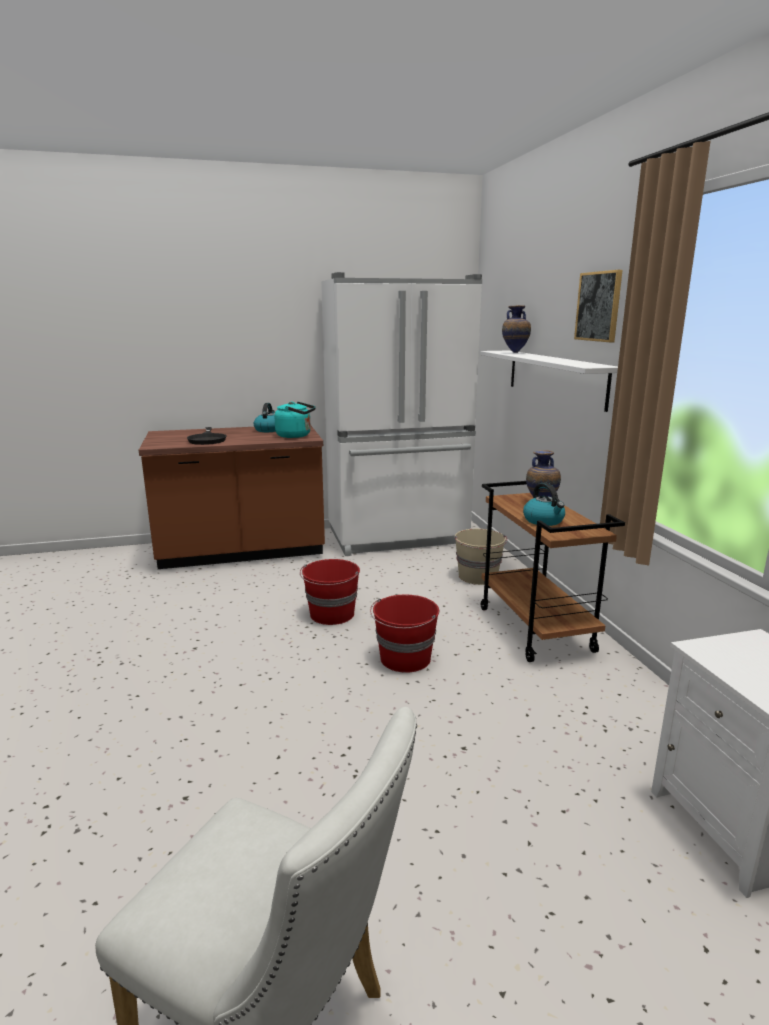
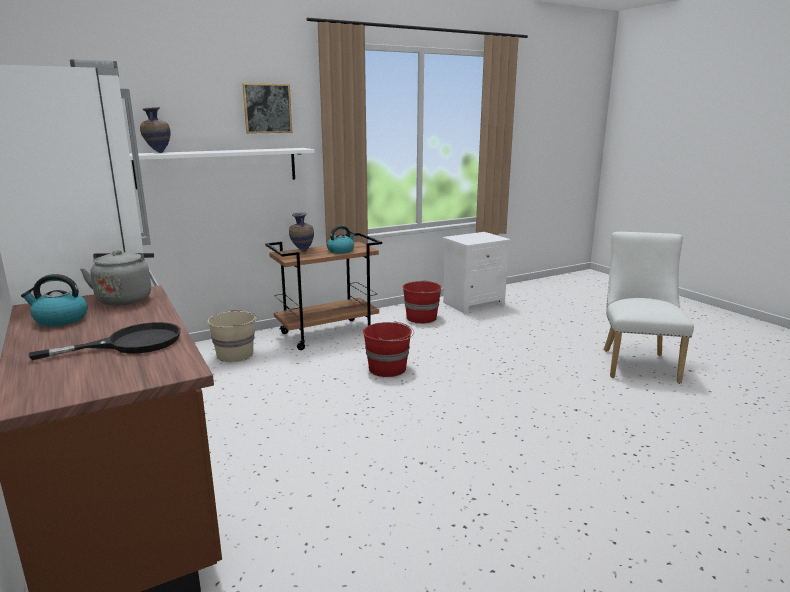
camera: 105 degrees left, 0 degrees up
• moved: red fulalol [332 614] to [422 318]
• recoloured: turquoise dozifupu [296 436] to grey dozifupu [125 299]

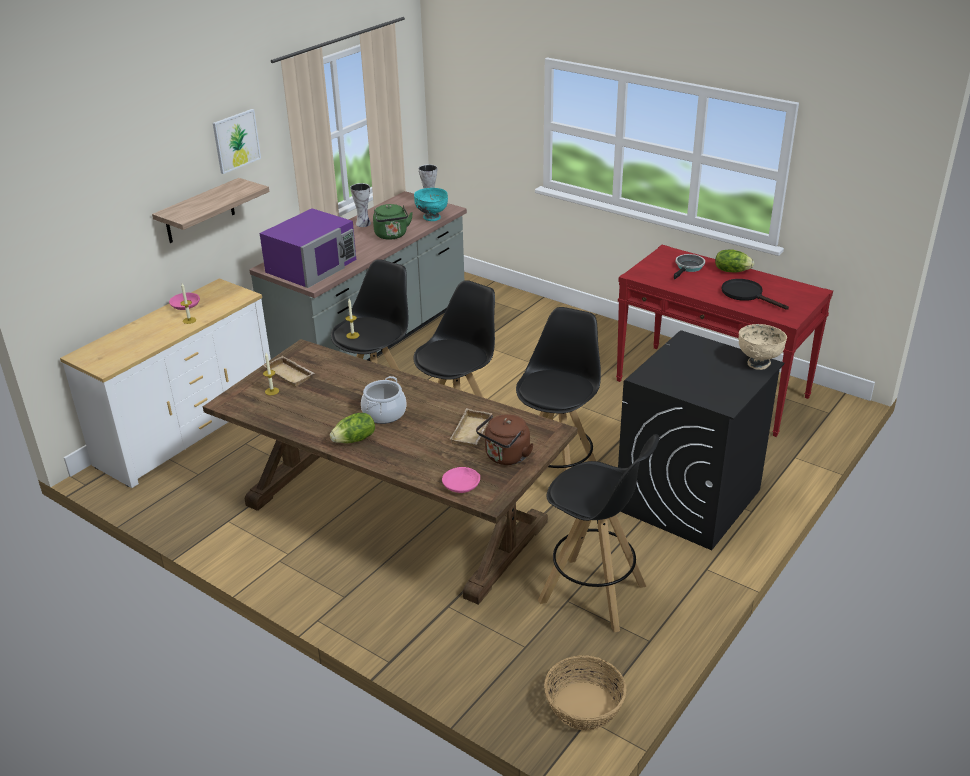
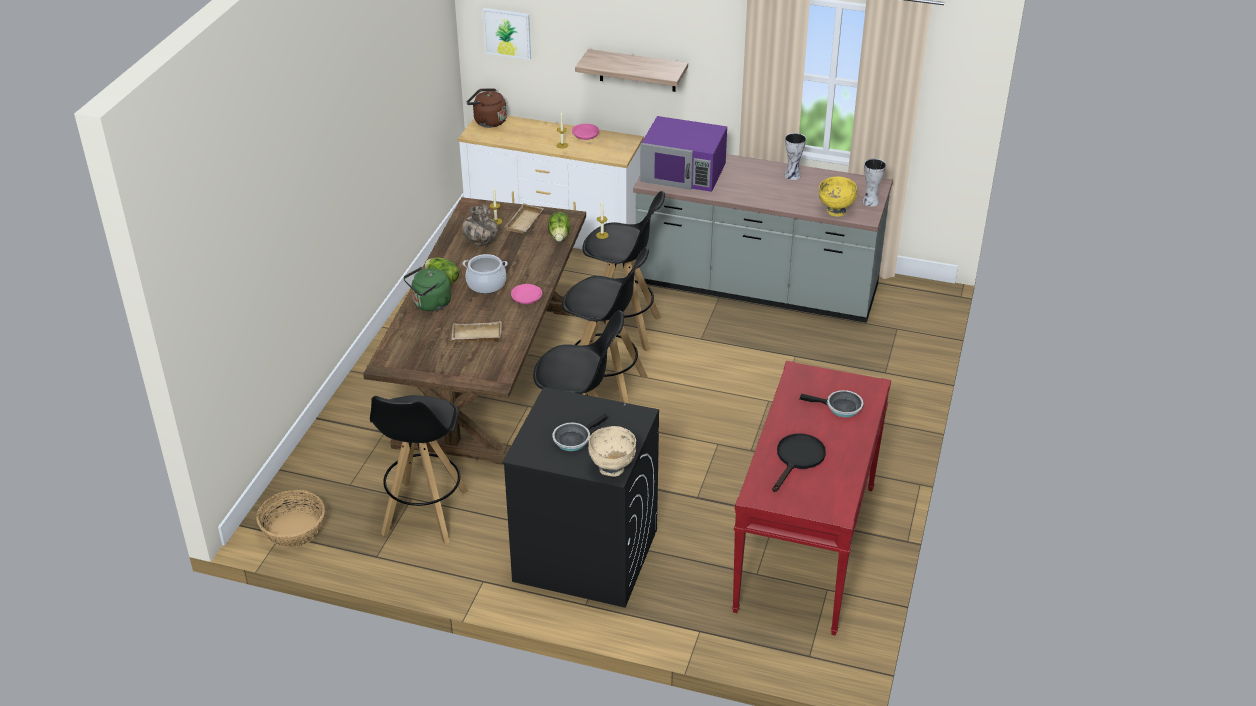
camera: 70 degrees right, 5 degrees up
• added: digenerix [480 242]
• added: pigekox [574 439]
• moved: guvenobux [236 141] to [507 33]
• moved: green dozifupu [391 235] to [430 304]
• moved: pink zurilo [462 485] to [527 299]
• moved: brown dozifupu [505 457] to [488 121]
• moved: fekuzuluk [731 270] to [560 236]
• recoloured: turquoise zurilo [432 218] to yellow zurilo [835 211]

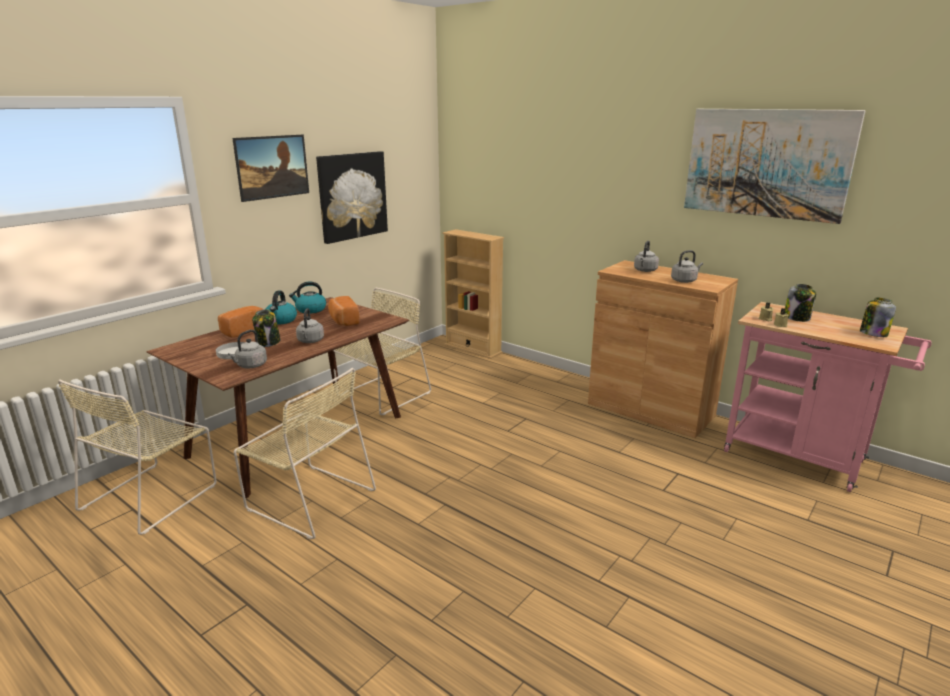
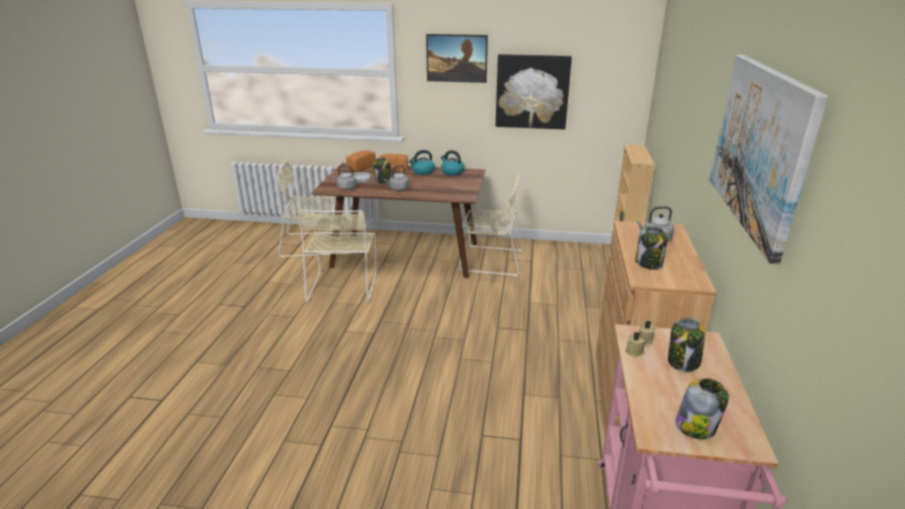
camera: 60 degrees right, 5 degrees up
• moved: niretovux [343 321] to [360 167]
• replaced: grey dozifupu [684 280] to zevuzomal [649 263]

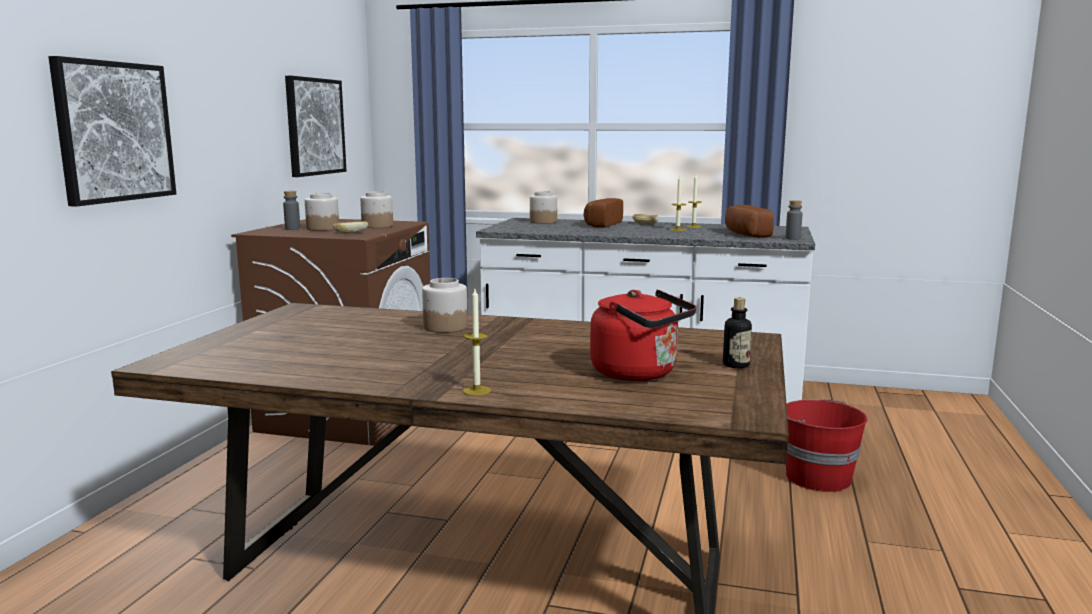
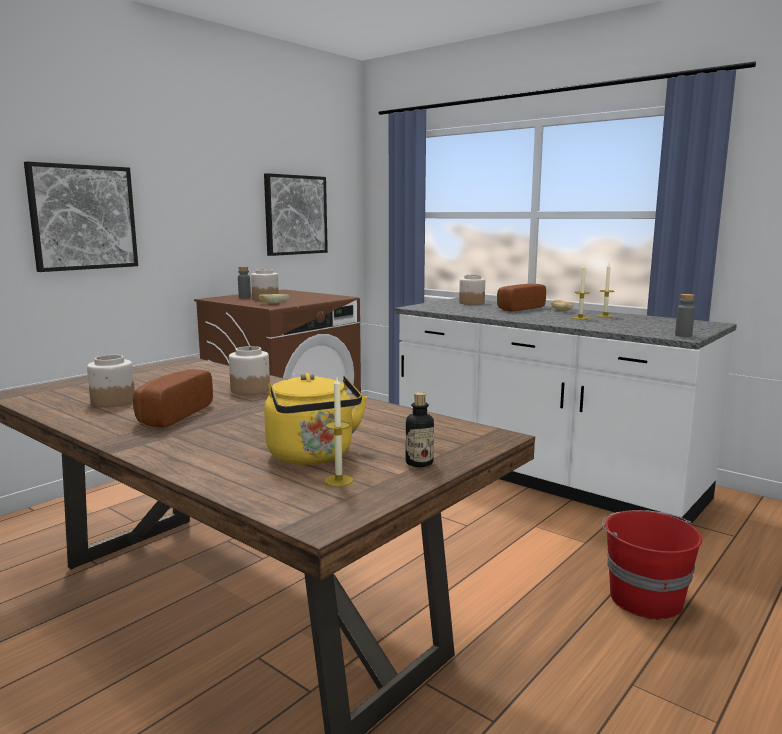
camera: 25 degrees right, 0 degrees up
• moved: zevuzomal [377 226] to [112 401]
• moved: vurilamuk [476 390] to [338 480]
• moved: niretovux [744 234] to [170 415]
• recoloured: red dozifupu [639 373] to yellow dozifupu [313 457]

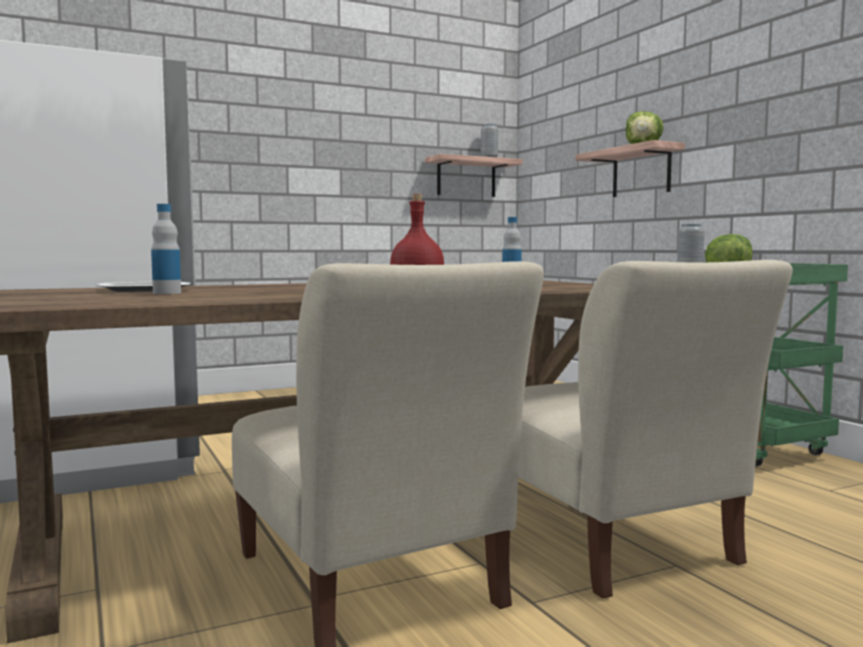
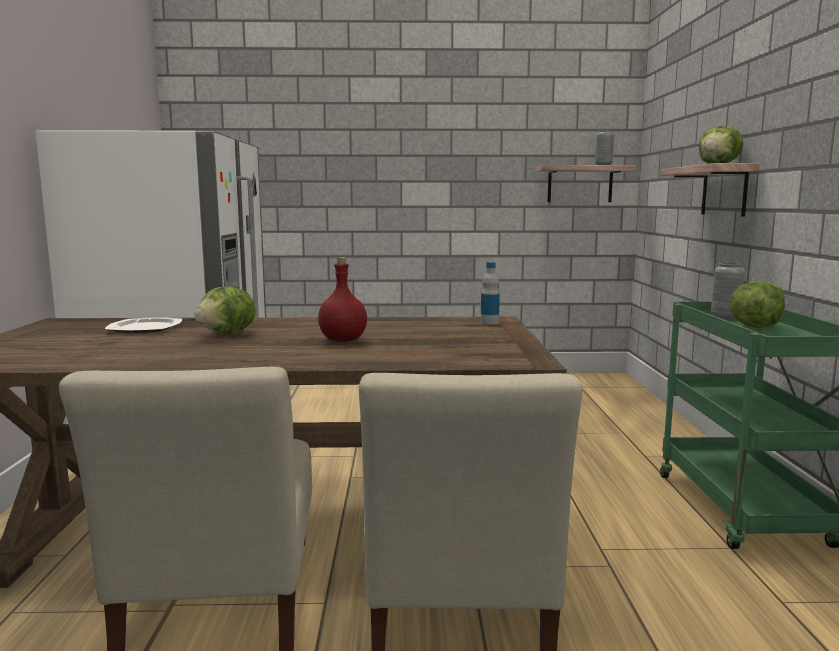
camera: 25 degrees right, 5 degrees up
• removed: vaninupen [167 293]
• added: fekuzuluk [228 334]

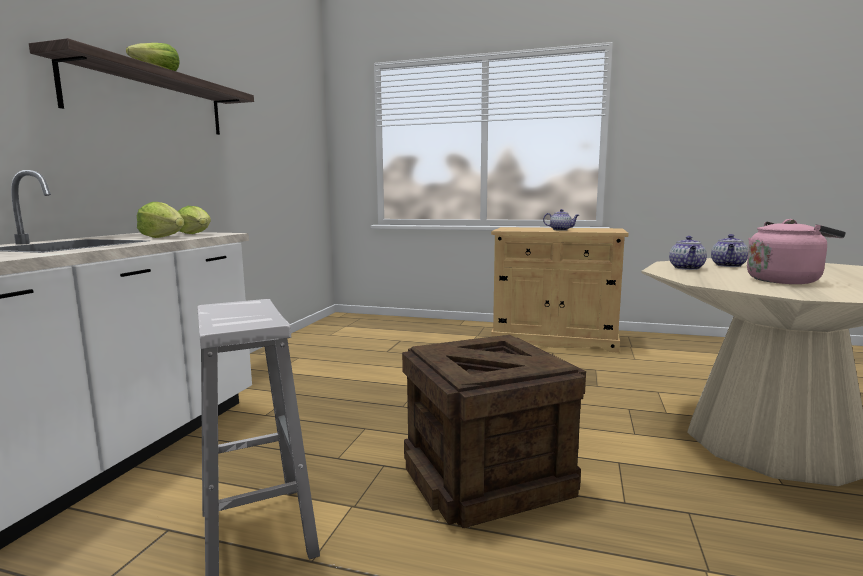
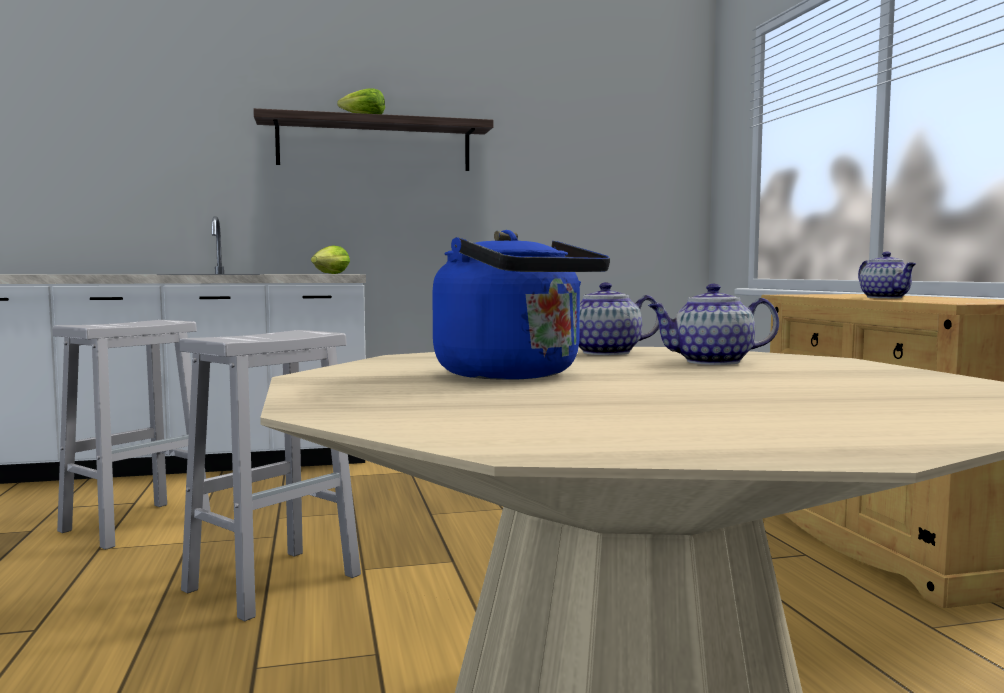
camera: 60 degrees right, 5 degrees down
• removed: fekuzuluk [163 237]
• replaced: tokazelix [484 477] to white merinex [275 581]
• recoloured: pink dozifupu [785 280] to blue dozifupu [515 375]

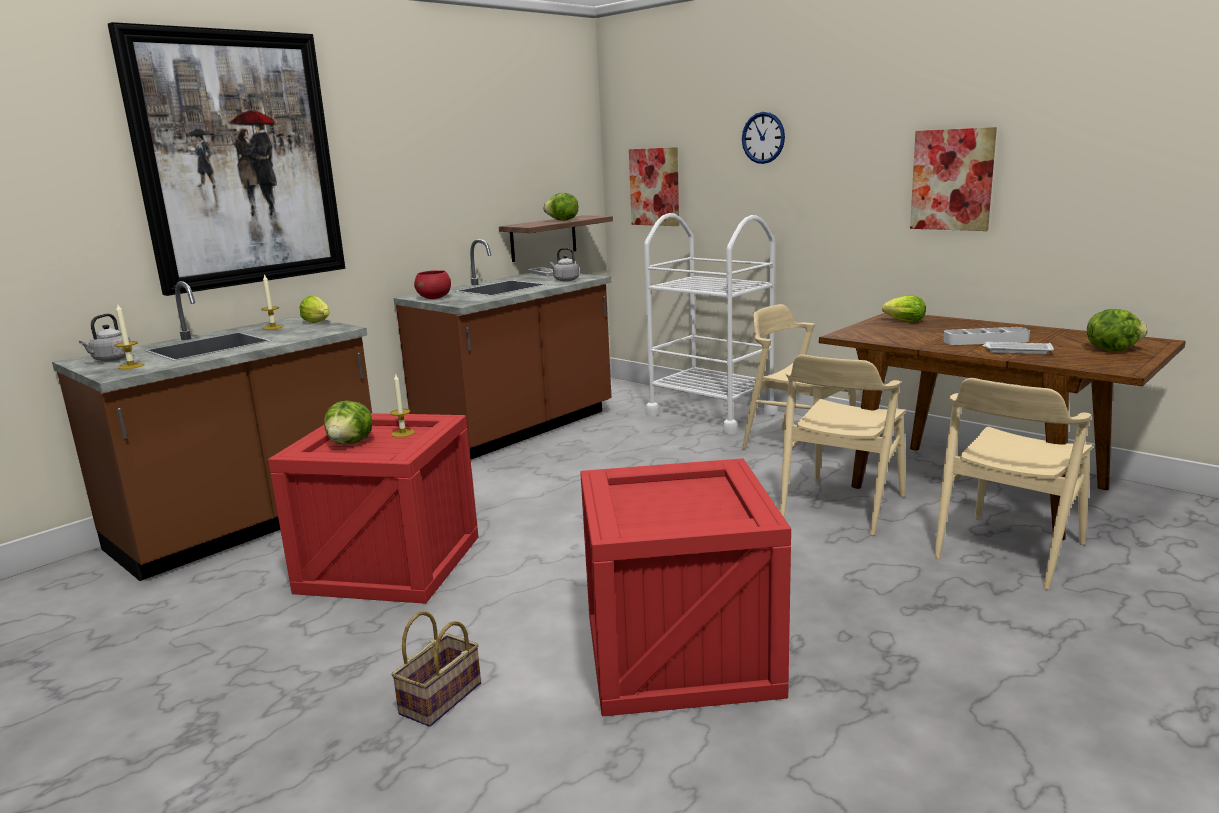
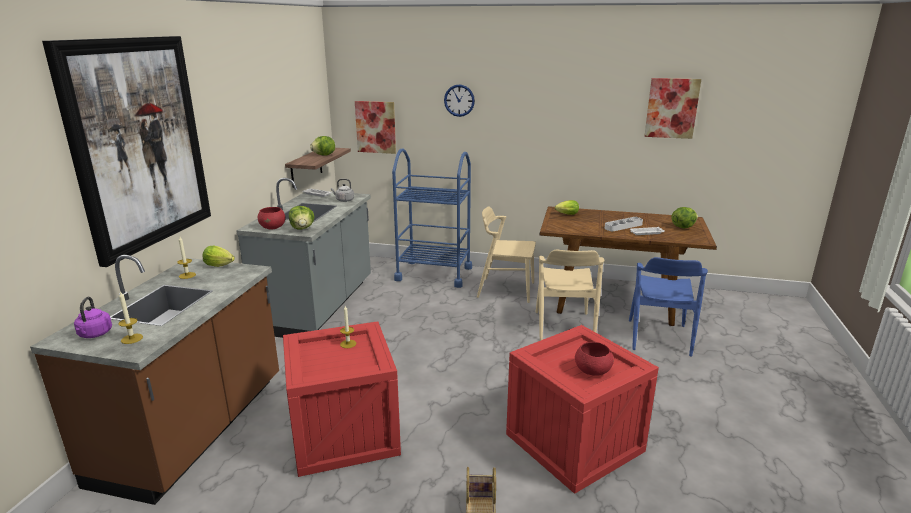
camera: 30 degrees left, 5 degrees up
• added: red zurilo [592 371]
• moved: fekuzuluk [351 443] to [302 228]
• moved: guvenobux [952 180] to [671 108]
• recoloured: grey dozifupu [111 359] to purple dozifupu [94 334]
• recoloured: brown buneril [518 429] to grey buneril [319 306]
• recoloured: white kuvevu [711 414] to blue kuvevu [434 274]
• recoloured: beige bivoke [1008 551] to blue bivoke [658 337]

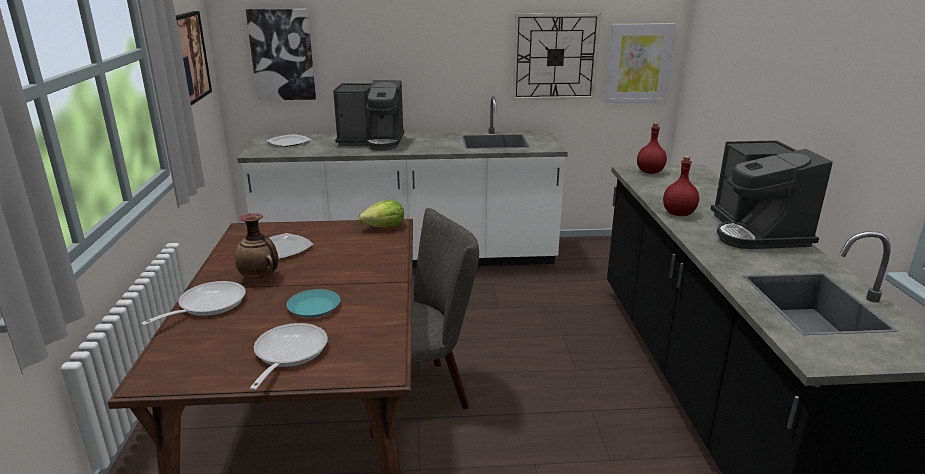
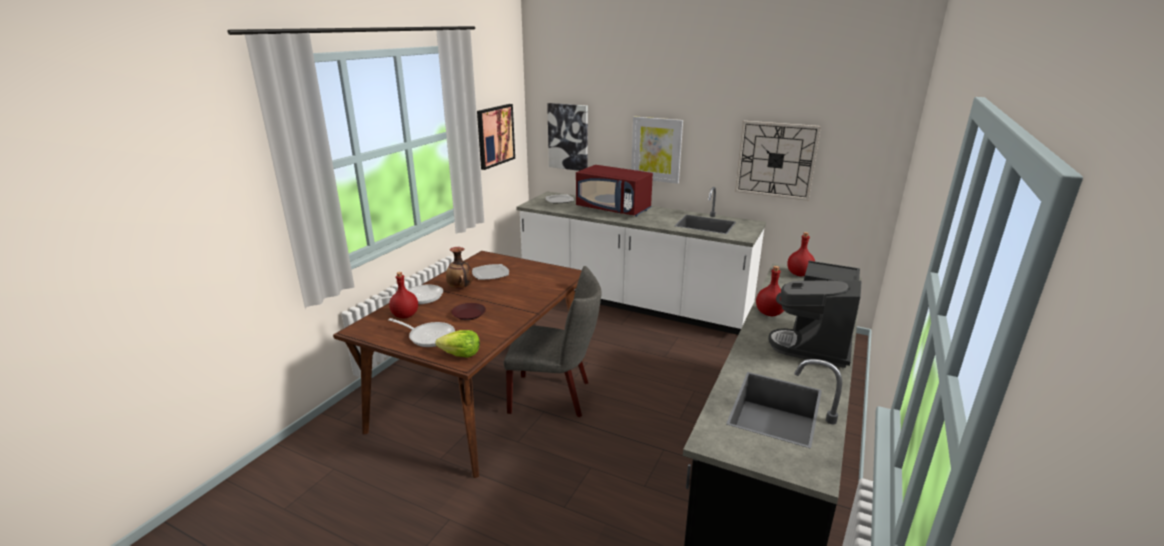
camera: 30 degrees right, 0 degrees up
• added: red vaninupen [405 316]
• moved: fekuzuluk [384 227] to [461 354]
• moved: guvenobux [638 63] to [656 149]
• replaced: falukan [372 142] to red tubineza [614 209]
• recoloured: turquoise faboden [314 308] to brown faboden [468 314]
• turned: pigekox [288 354] = [429 336] 75 degrees clockwise

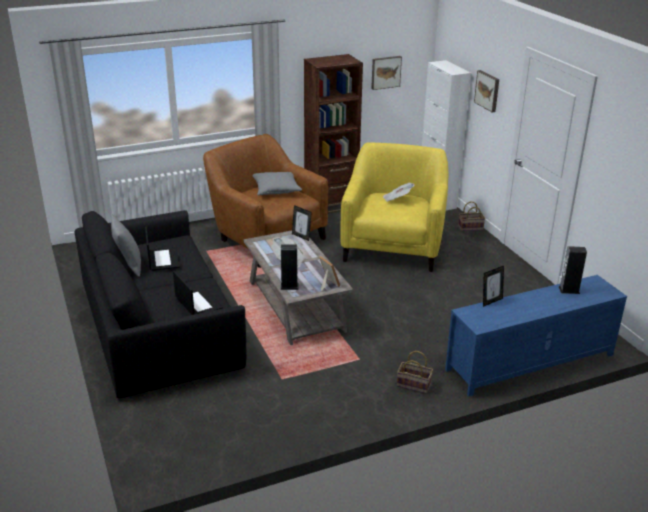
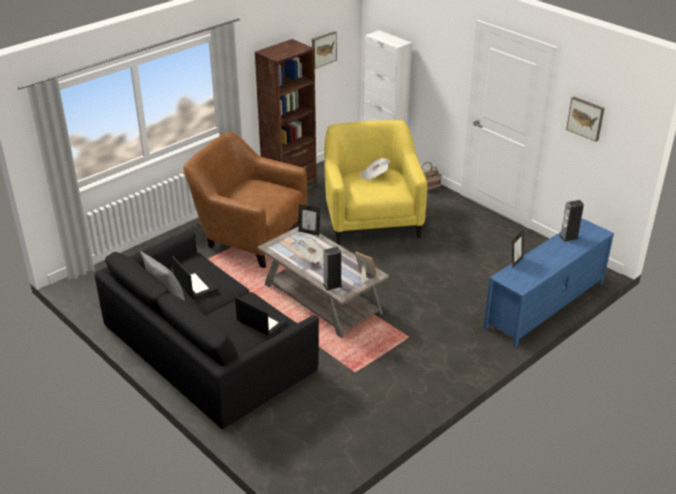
camera: 20 degrees left, 5 degrees up
• removed: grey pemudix [276 190]
• removed: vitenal [414 385]
• moved: guvenobux [488 90] to [586 118]

